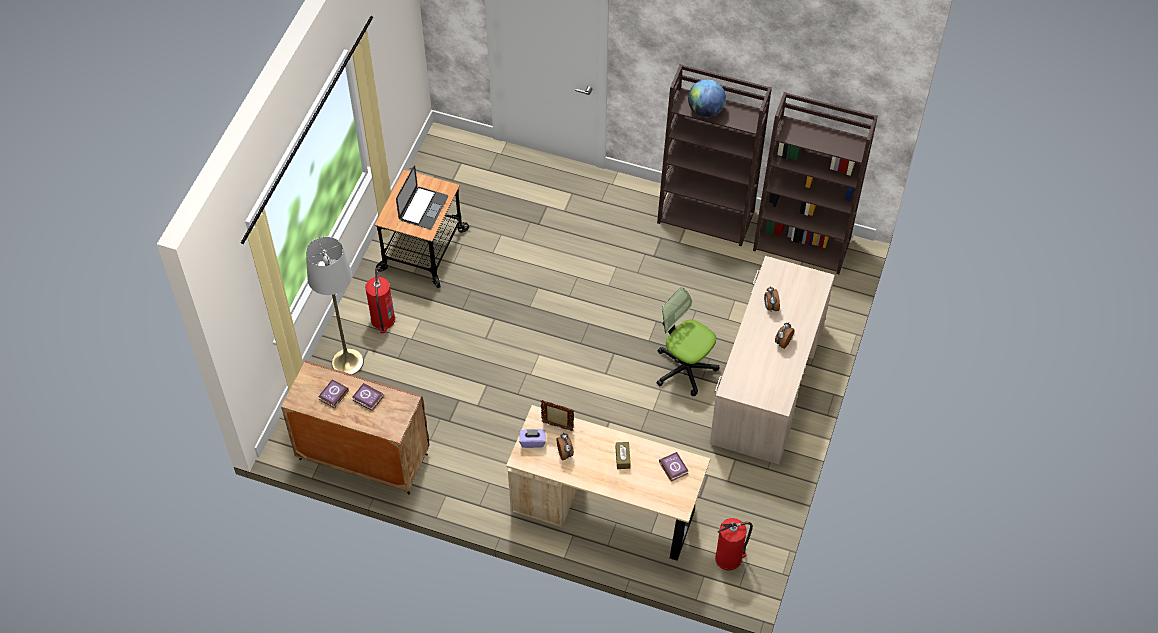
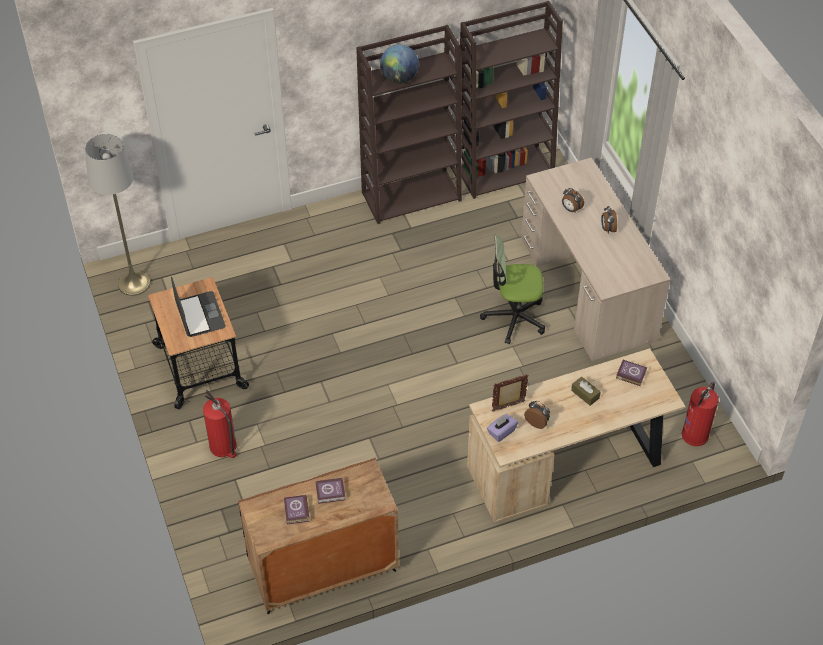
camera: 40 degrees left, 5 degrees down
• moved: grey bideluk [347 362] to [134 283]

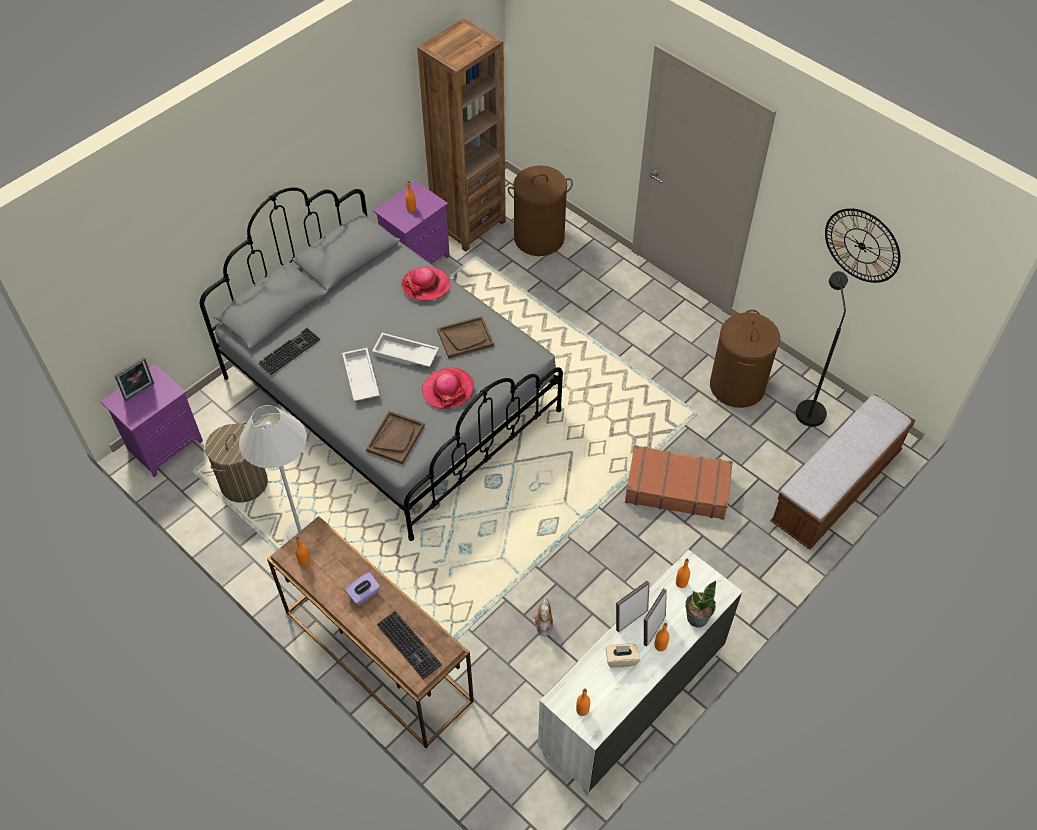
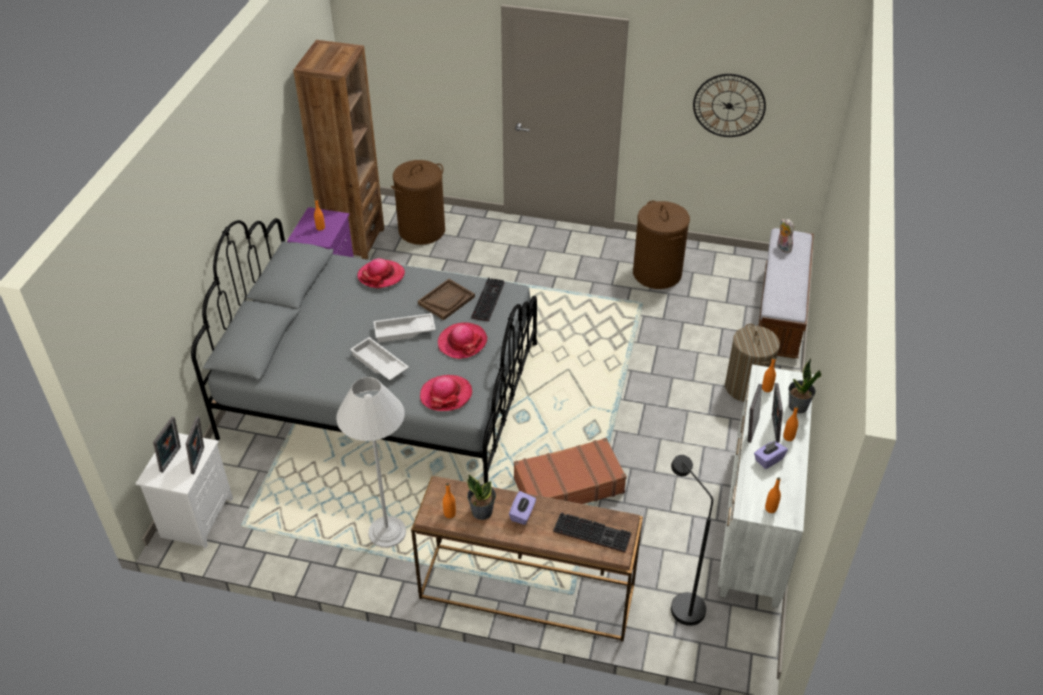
camera: 30 degrees left, 10 degrees down
• added: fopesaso [200 460]
• added: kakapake [482 511]
• moved: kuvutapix [244 483] to [746 387]
• moved: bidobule [289 350] to [487 299]
• moved: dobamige [543 625] to [782 247]
• moved: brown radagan [677 488] to [568 485]
• moved: black bideluk [808 407] to [681 603]
• replaced: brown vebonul [395 438] to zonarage [446 395]
• recoloured: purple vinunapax [165 444] to white vinunapax [196 517]
• recoloured: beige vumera [621 659] to purple vumera [768 460]

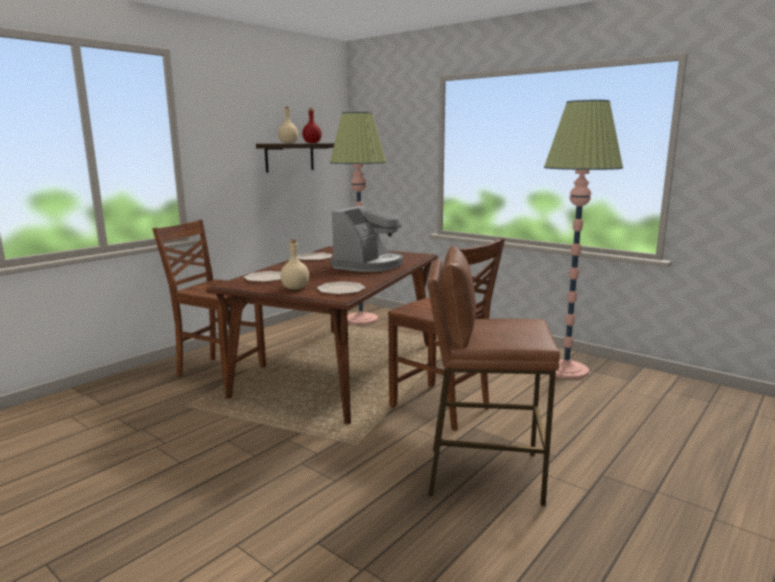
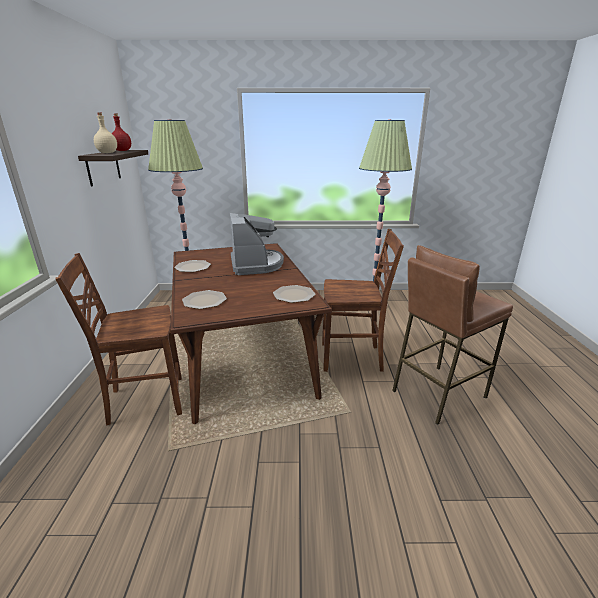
camera: 40 degrees left, 10 degrees up
• removed: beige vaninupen [295 288]

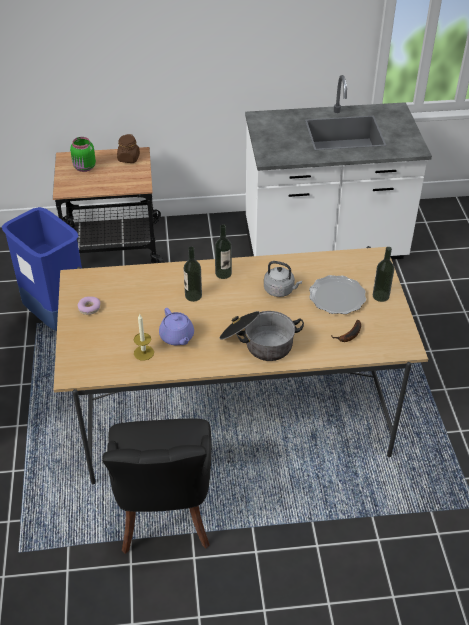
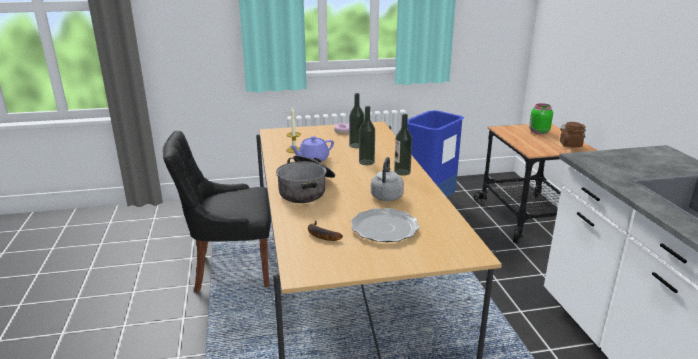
camera: 85 degrees right, 20 degrees down
• moved: vaninupen [380 296] to [356 145]

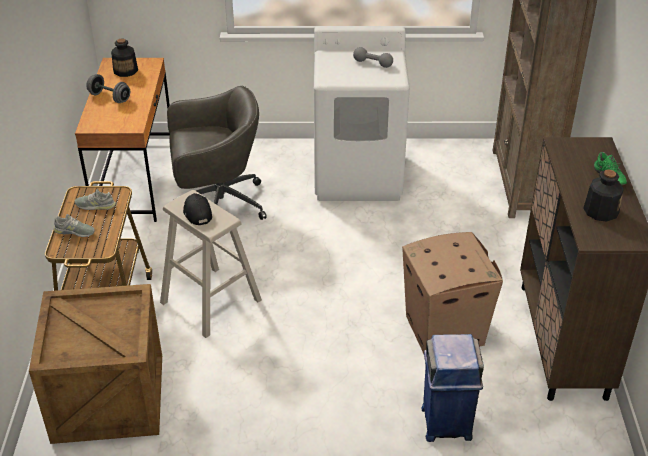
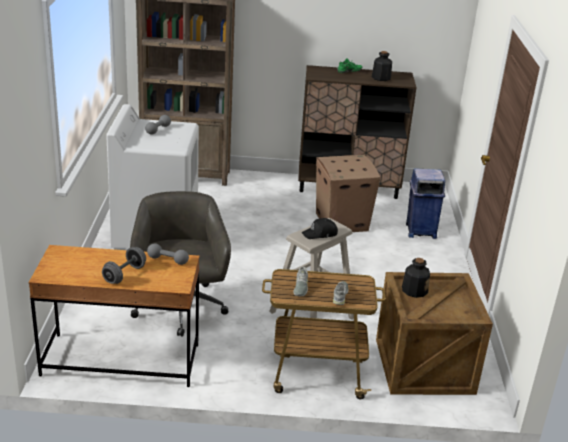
camera: 90 degrees left, 10 degrees down
• added: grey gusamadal [168 260]
• moved: vaninupen [126 71] to [414 290]

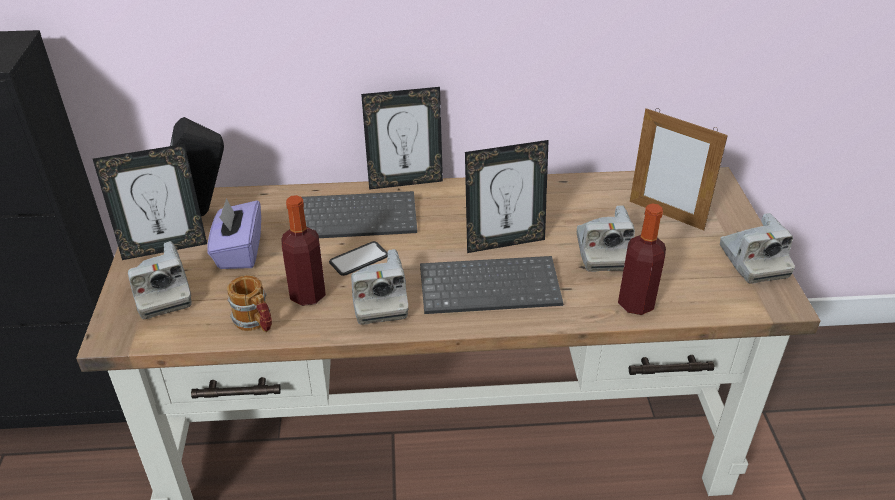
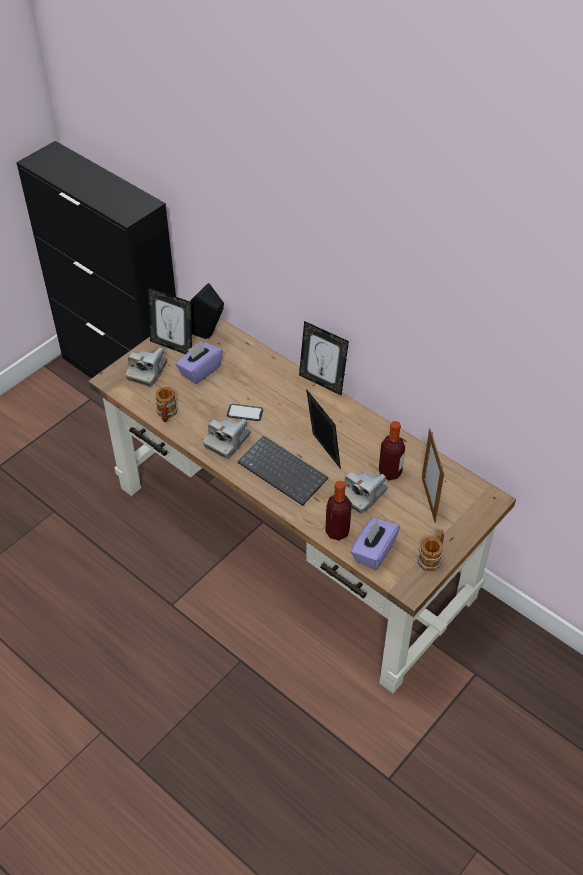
camera: 45 degrees right, 10 degrees up
• removed: bidobule [356 217]
• added: purple vumera [373 551]
• moved: vaninupen [308 295] to [390 472]
• replaced: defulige [753 261] to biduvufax [432 558]
• turned: fopesaso [504 242] = [322 453] 150 degrees counterclockwise

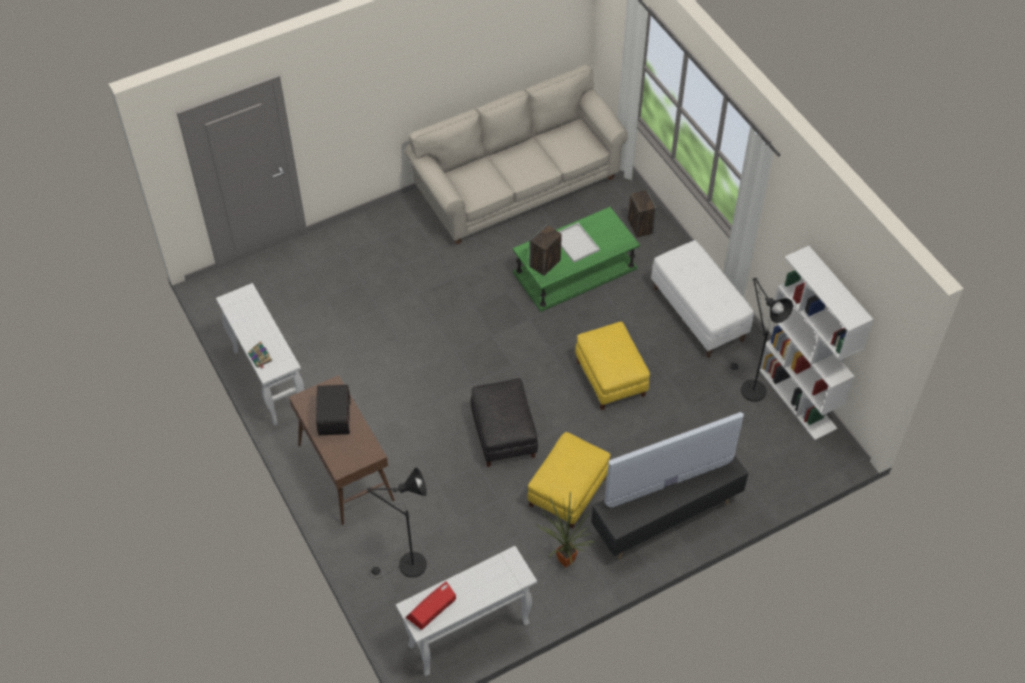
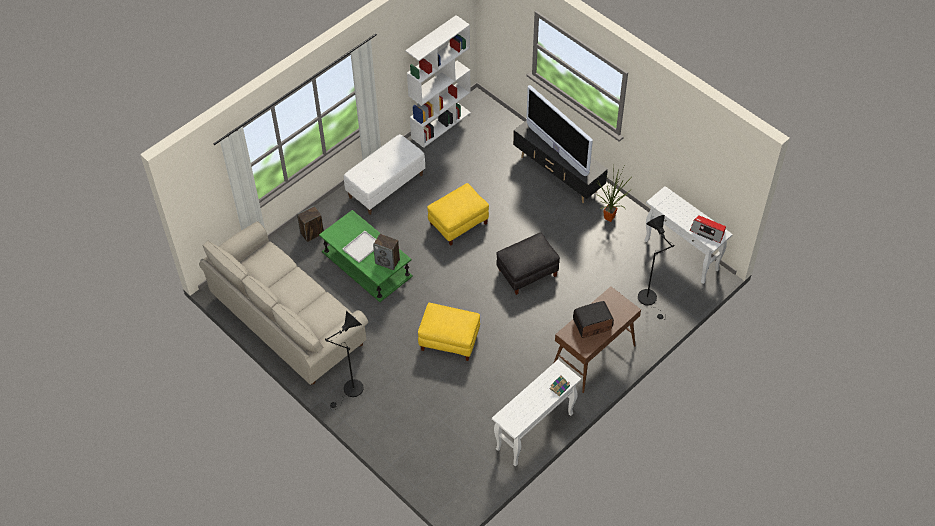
camera: 105 degrees left, 0 degrees up
• moved: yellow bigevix [568 492] to [450 340]
• moved: black bideluk [749 387] to [351 391]

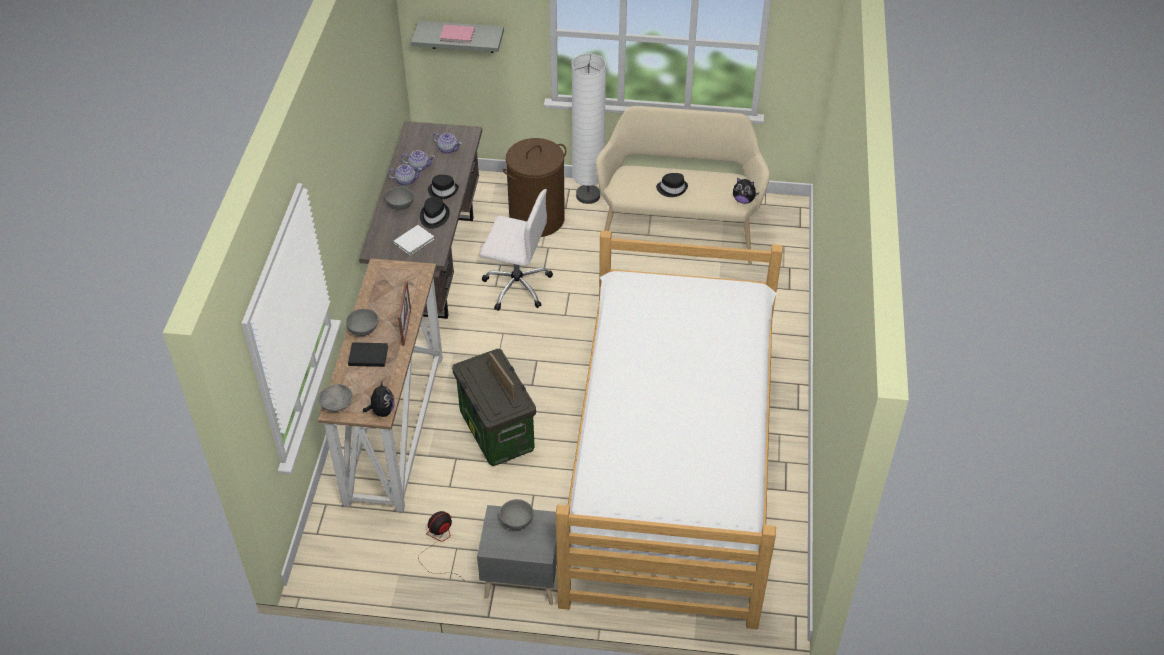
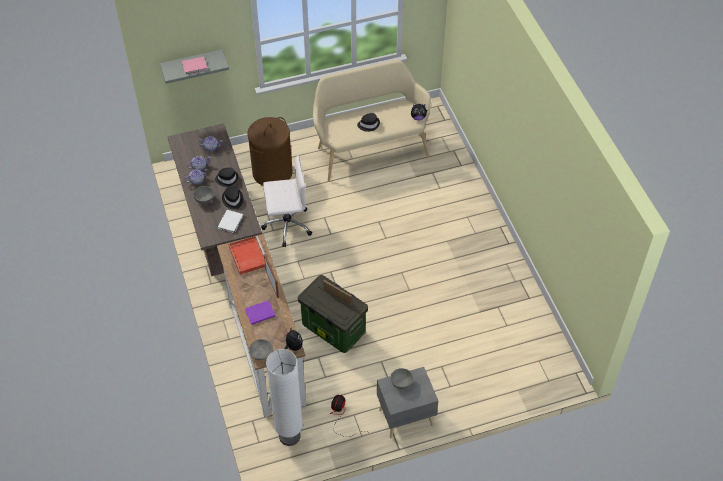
camera: 25 degrees left, 5 degrees up
• removed: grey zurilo [364 330]
• removed: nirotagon [670 467]
• added: red vebonul [247 255]
• moved: white bideluk [588 195] to [289 436]
• recoloured: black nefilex [367 355] to purple nefilex [259 313]

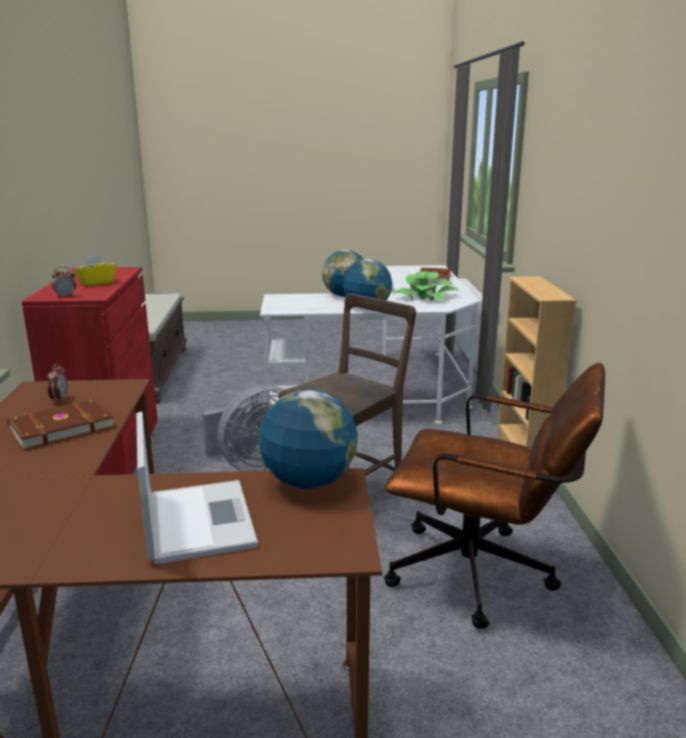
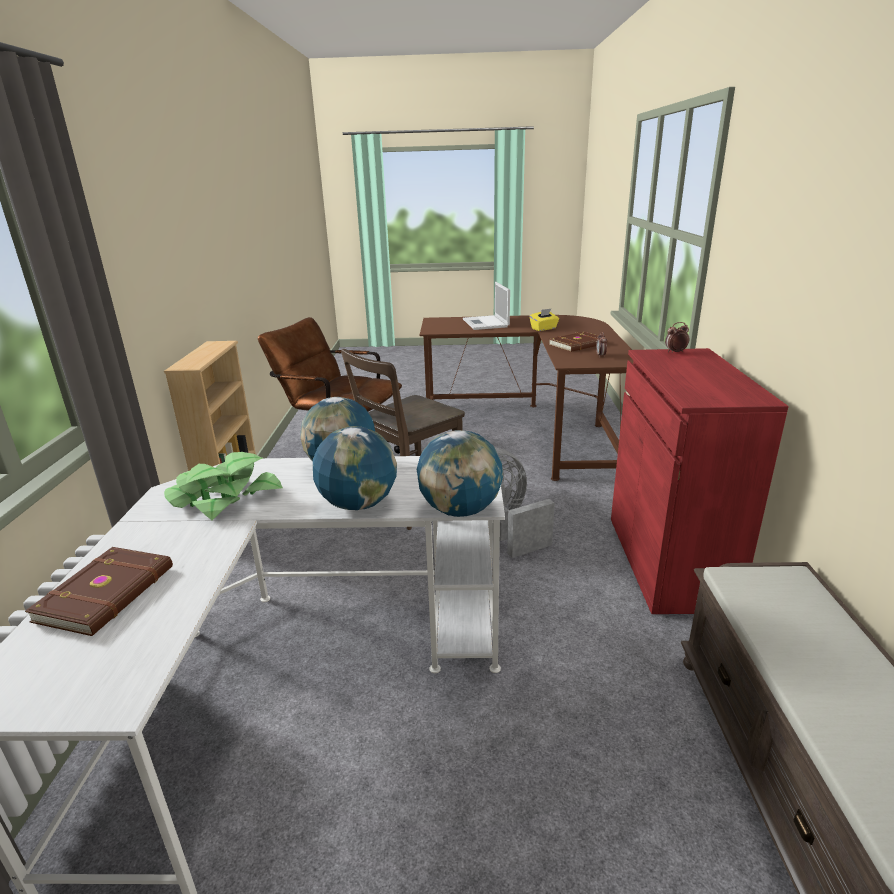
camera: 175 degrees left, 5 degrees up
• moved: yellow vumera [96 283] to [544 328]
• moved: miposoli [308 482] to [460 510]

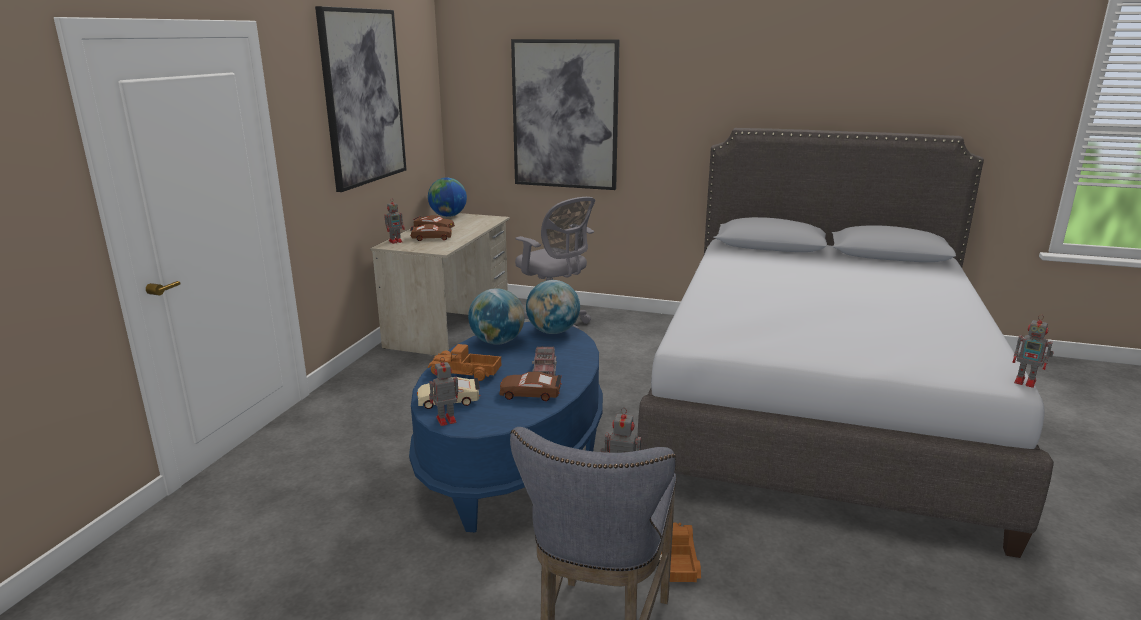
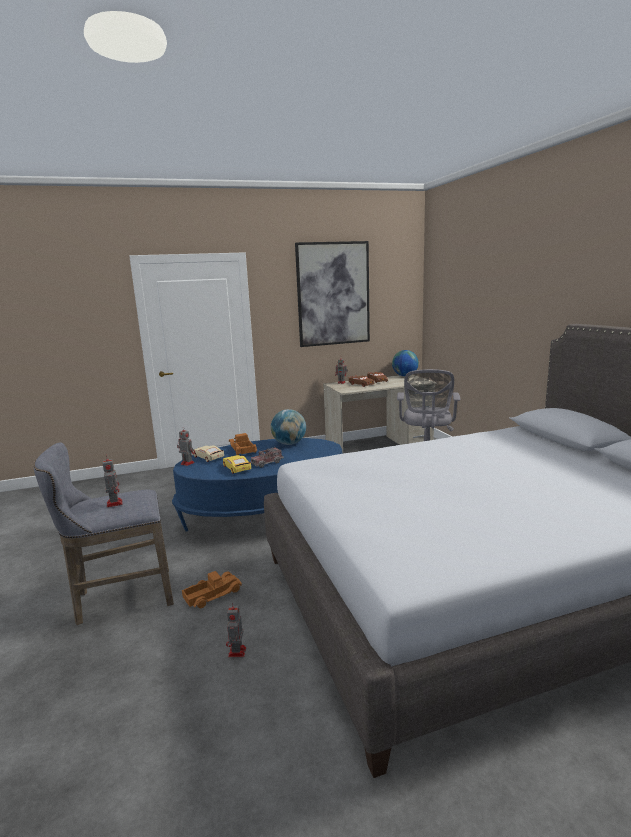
camera: 55 degrees right, 5 degrees down
• removed: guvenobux [565 115]
• removed: miposoli [553 332]
• moved: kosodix [1026 382] to [237 653]
• recoloured: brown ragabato [530 393] to yellow ragabato [236 468]

